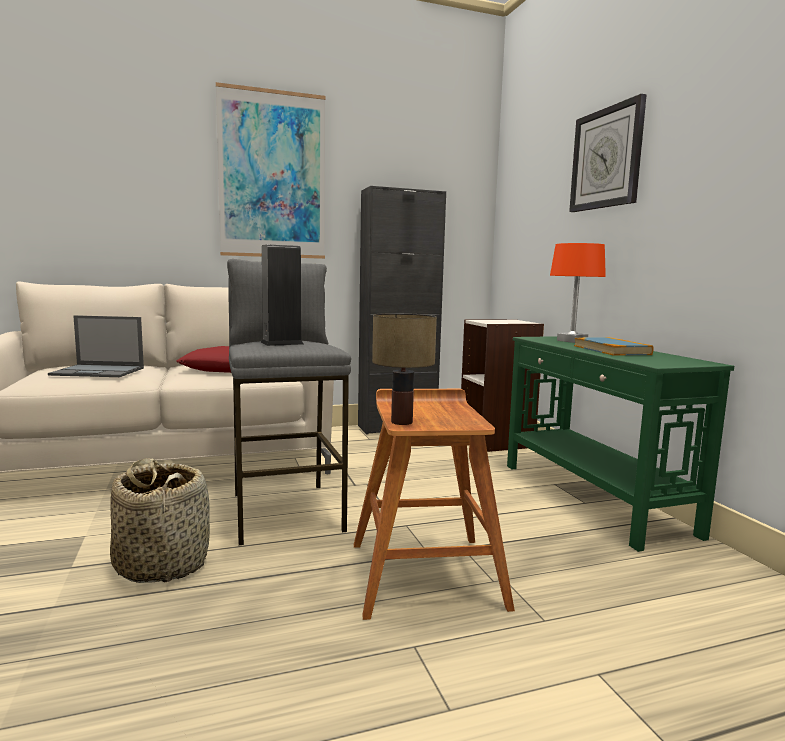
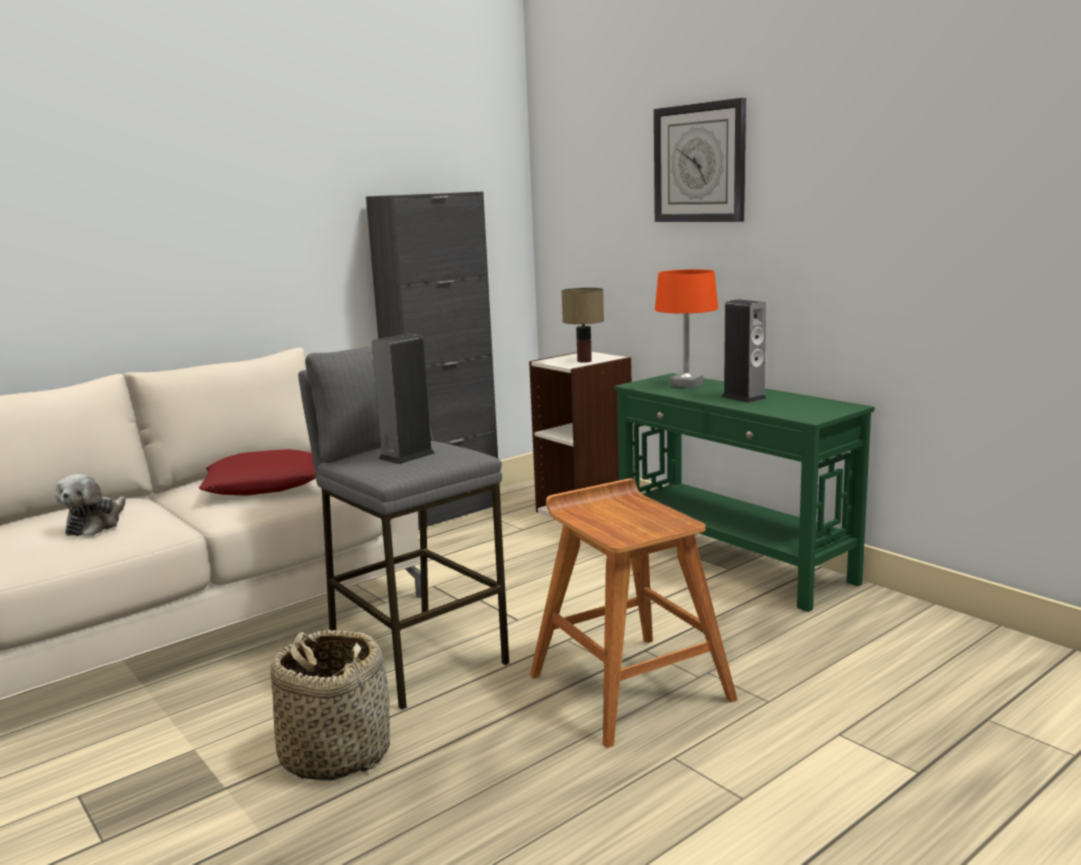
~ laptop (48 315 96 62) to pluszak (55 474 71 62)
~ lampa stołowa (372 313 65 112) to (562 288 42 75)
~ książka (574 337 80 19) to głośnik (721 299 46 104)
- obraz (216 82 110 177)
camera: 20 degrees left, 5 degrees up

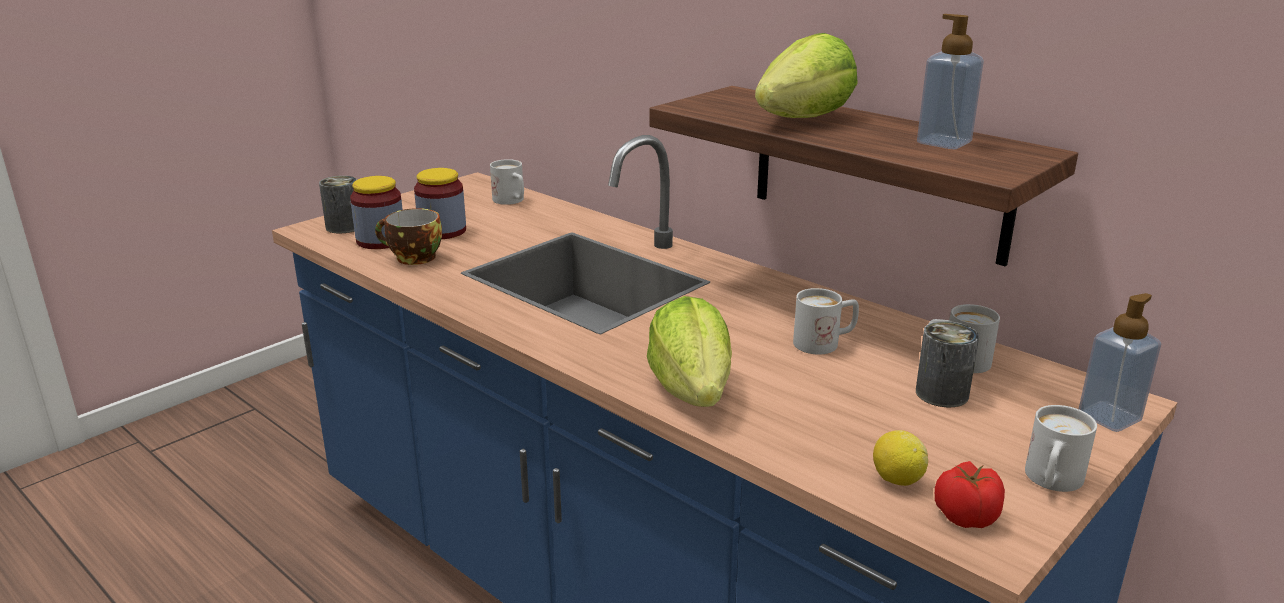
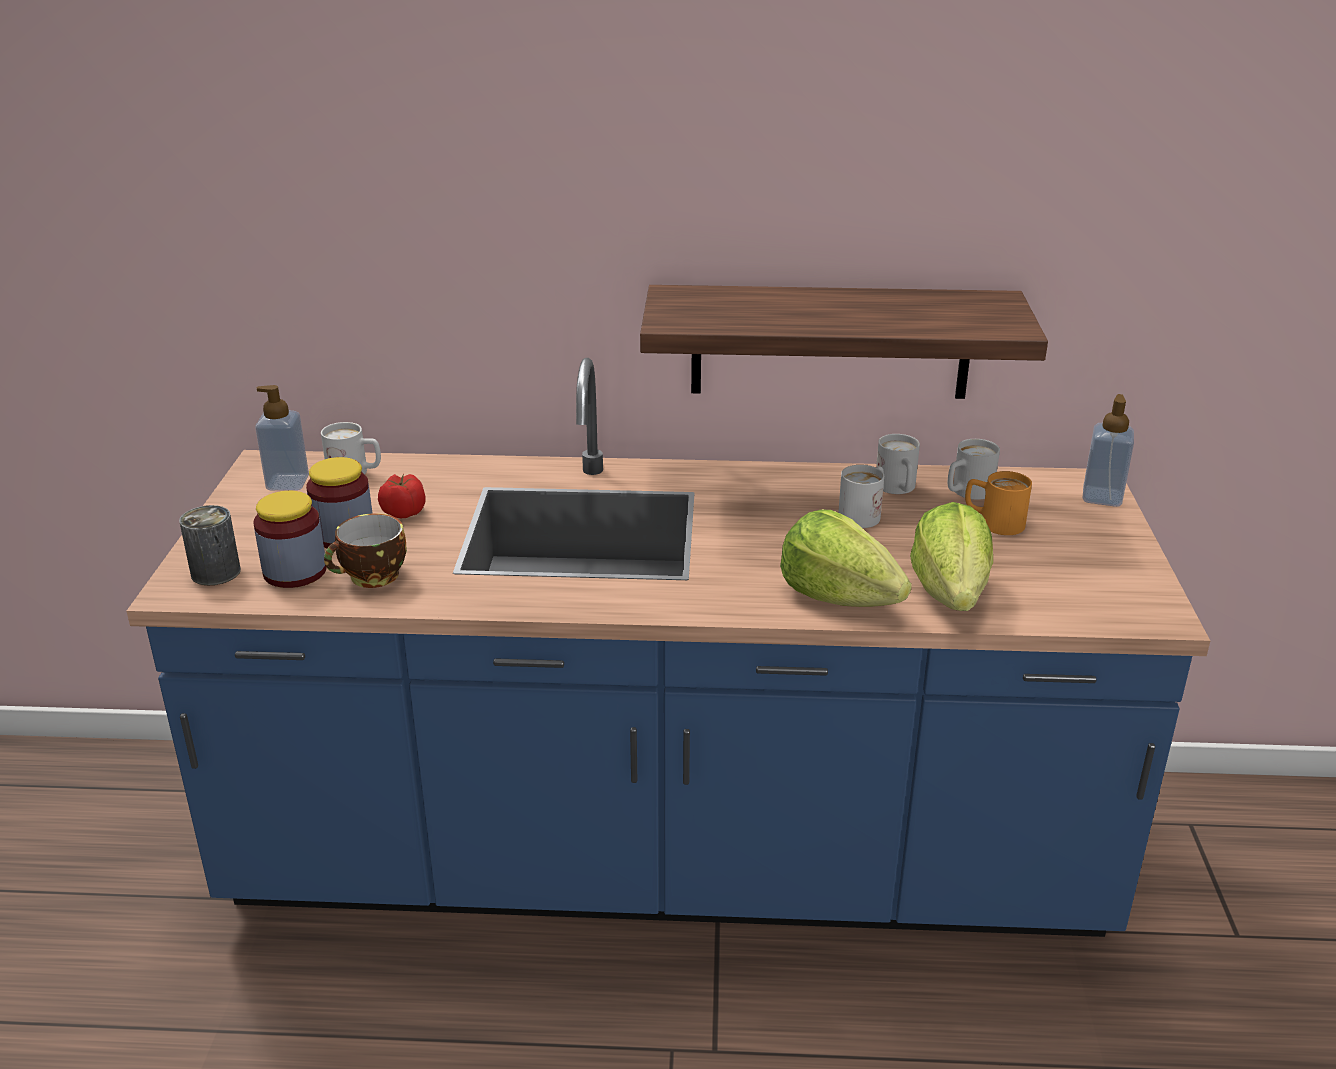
~ dozownik mydła (917 14 67 135) to (255 385 54 105)
~ pomidor (935 461 70 67) to (378 474 47 44)
~ kubek (biały) (1025 405 72 87) to (876 434 44 60)
~ sałata (755 33 103 85) to (910 502 83 109)
~ puszka (916 321 63 86) to kubek (pomarańczowy) (965 471 67 64)
- cytryna (873 430 55 56)
camera: 40 degrees left, 5 degrees up

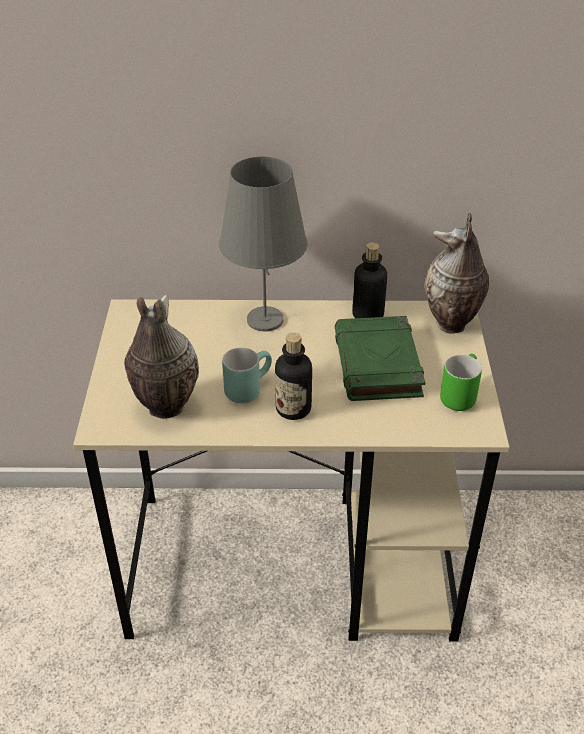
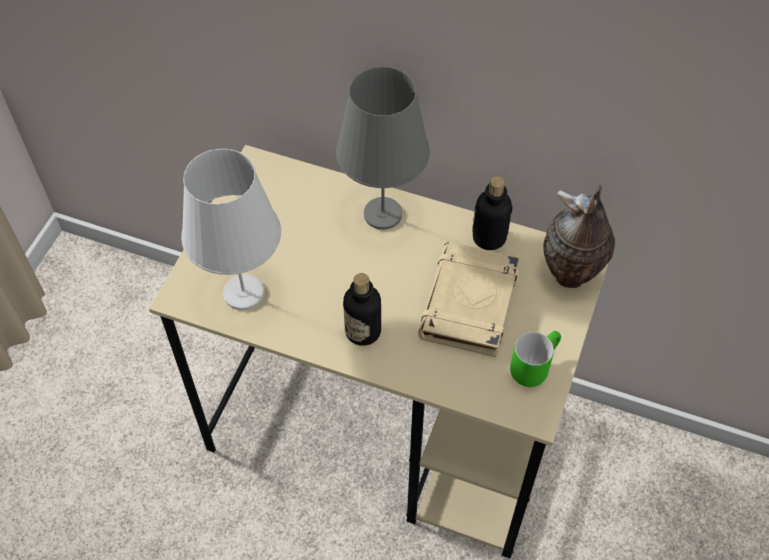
~ wazon (124 295 75 124) to lampa stołowa (biały) (181 149 100 161)
~ książka (zielony) (334 316 91 85) to książka (beżowy) (418 242 102 115)
- kubek (turkusowy) (222 347 50 56)
camera: 20 degrees right, 15 degrees up

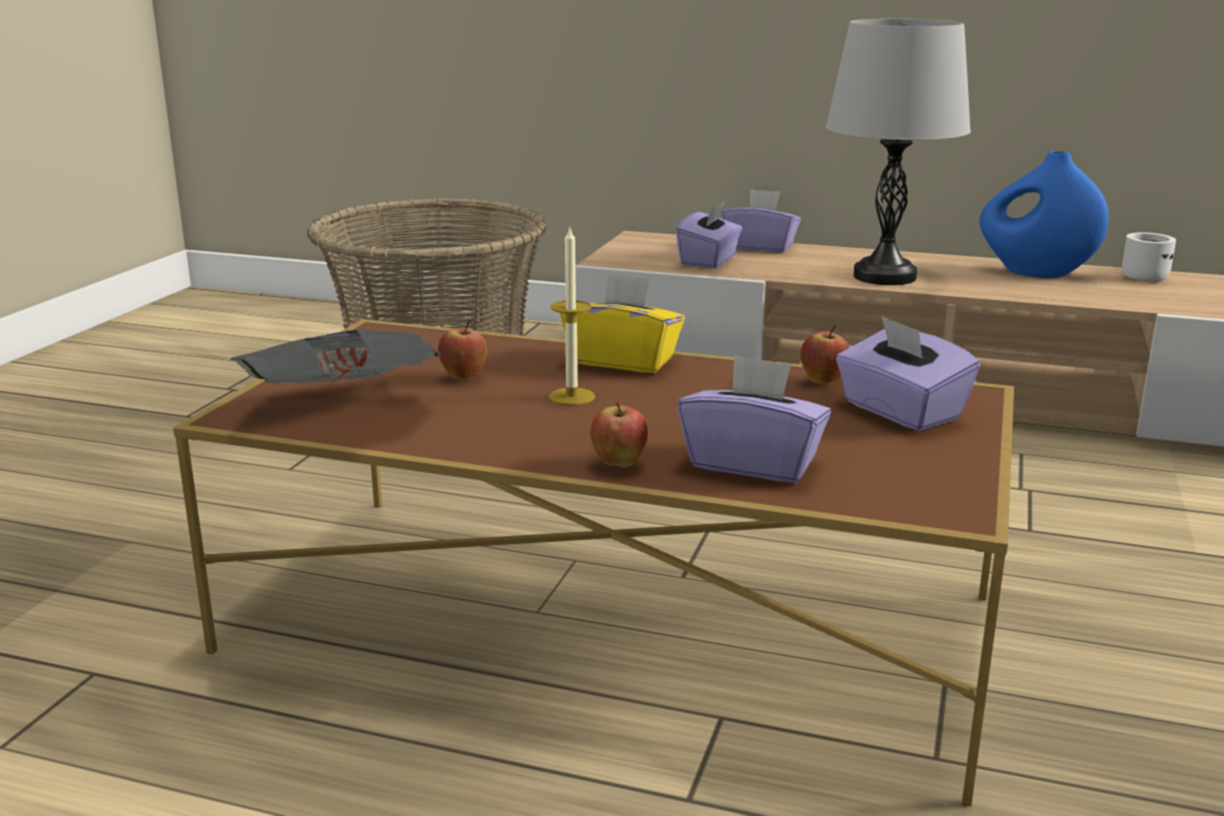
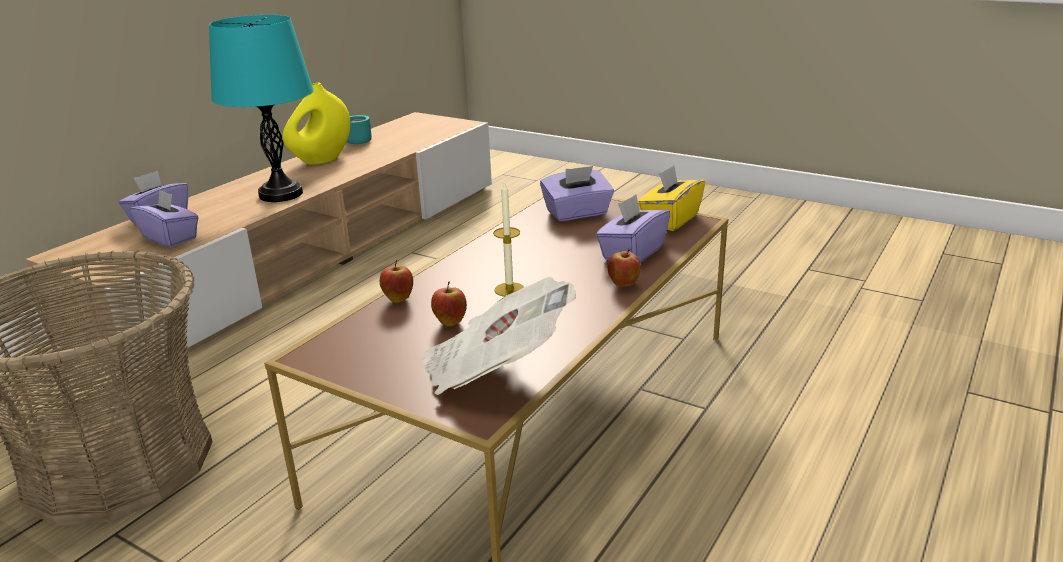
~ lampa stołowa (szary) (826 19 145 266) to lampa stołowa (turkusowy) (209 15 105 187)
~ wazon (niebieski) (980 151 129 127) to wazon (żółty) (282 83 68 82)
~ kubek (biały) (1122 232 54 49) to kubek (turkusowy) (347 115 24 29)
~ jabłko (800 325 50 59) to (380 260 33 43)
~ pudełko chusteczek (żółty) (560 273 125 100) to (638 165 67 66)
camera: 75 degrees left, 5 degrees up

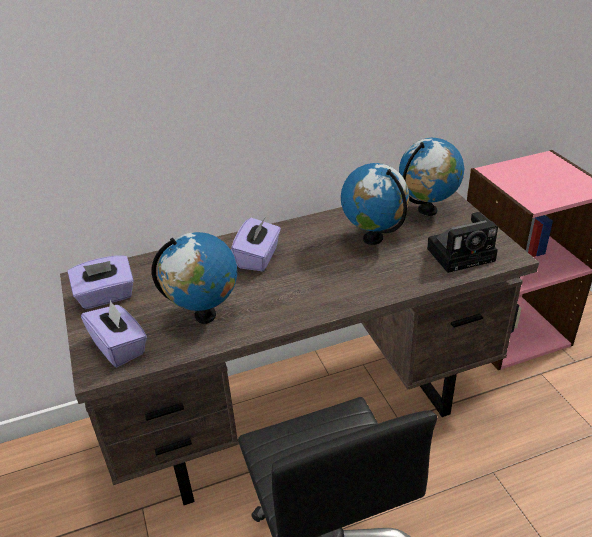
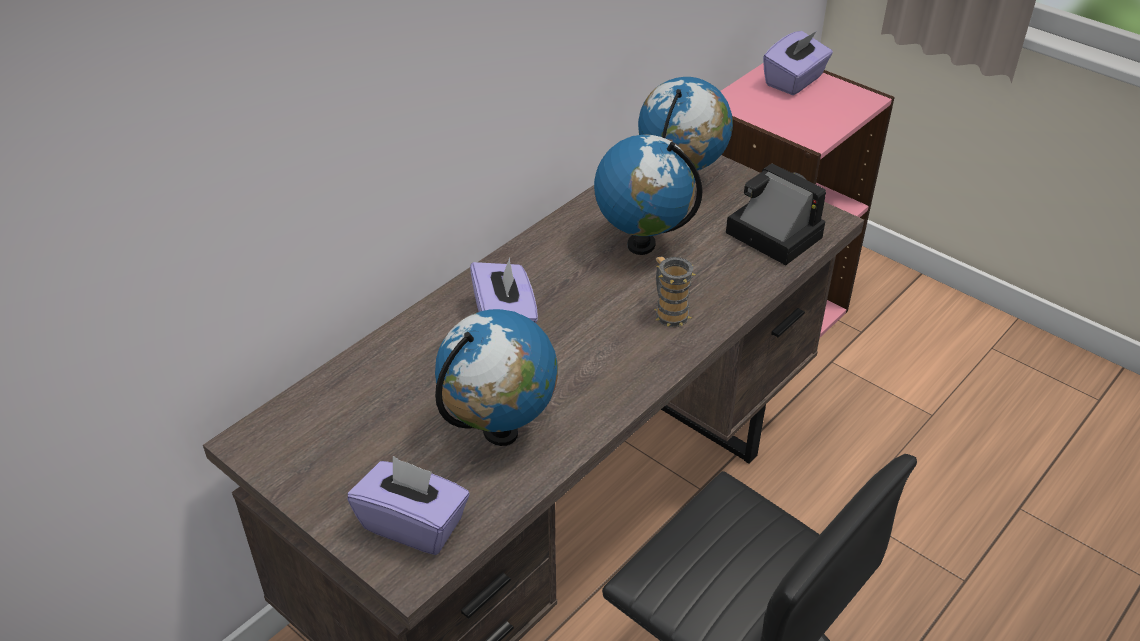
+ kubek (654 257 42 70)
~ aparat fotograficzny (427 212 71 61) = (726 163 100 102) 90 degrees counterclockwise
~ pudełko chusteczek (fioletowy) (67 255 67 54) to (763 31 70 64)
camera: 30 degrees left, 5 degrees up

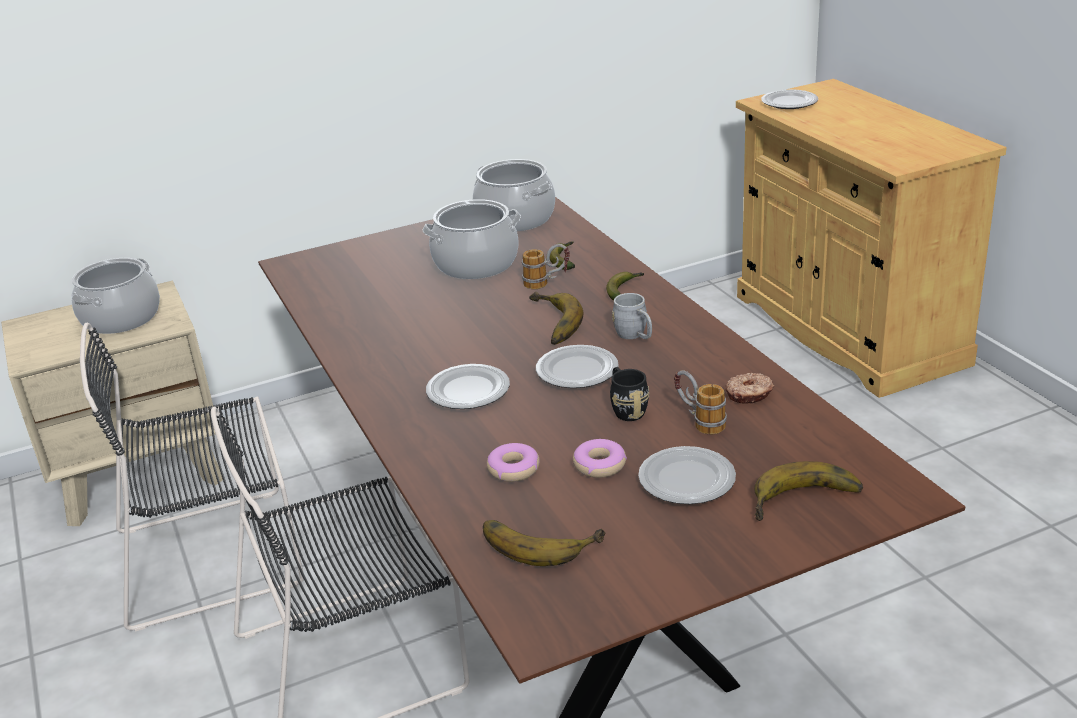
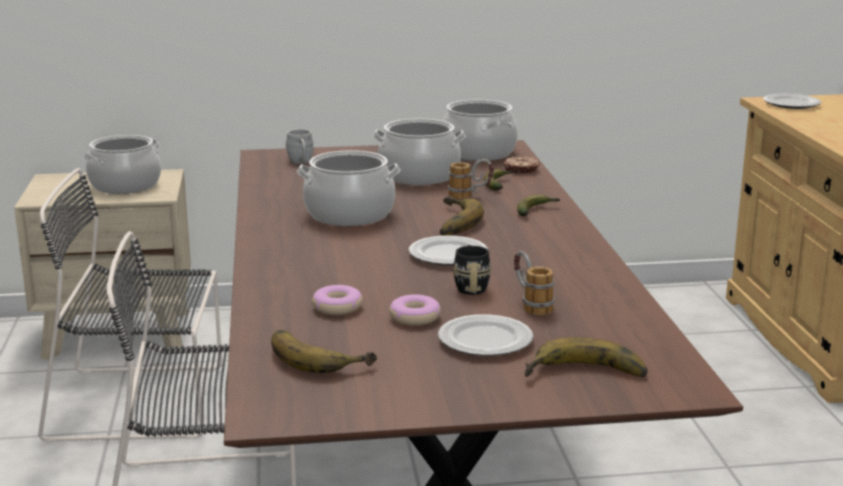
~ kubek (szary) (612 293 40 46) to (286 129 27 35)
+ garnek (297 150 103 76)
~ donut (725 373 49 31) to (504 156 36 17)
- talerz (426 364 84 45)
camera: 15 degrees right, 10 degrees down

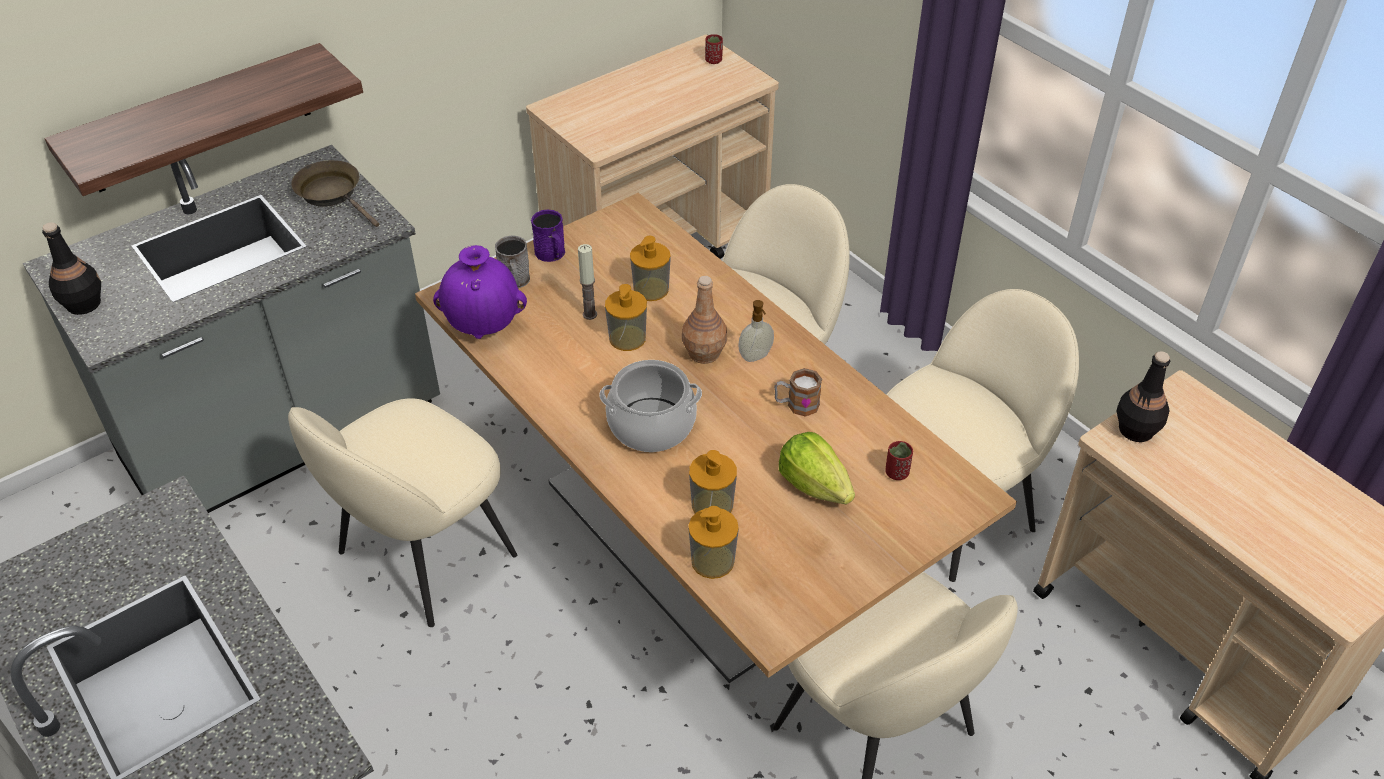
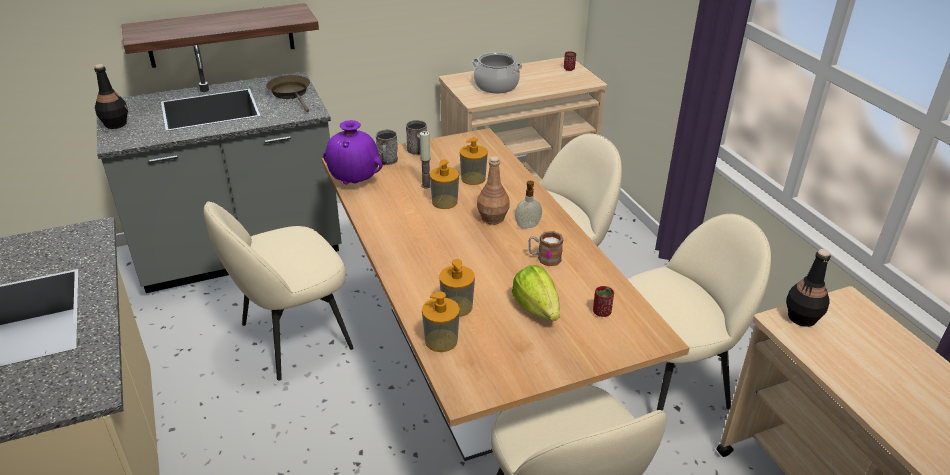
~ kubek (fioletowy) (531 210 34 52) to kubek (szary) (406 120 21 35)
~ garnek (599 360 103 92) to (472 52 51 41)
camera: 15 degrees right, 10 degrees down

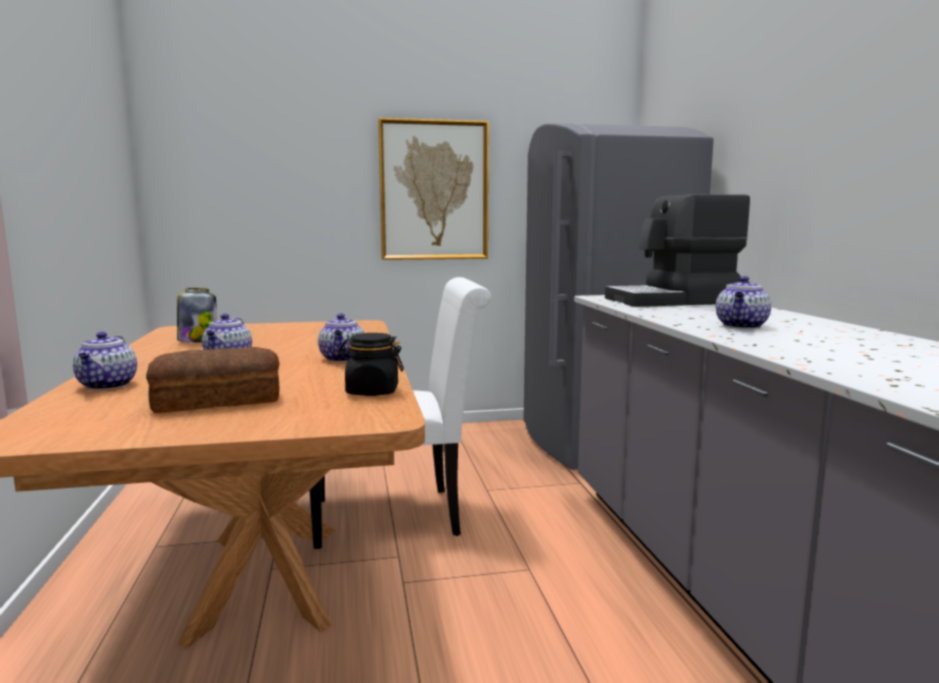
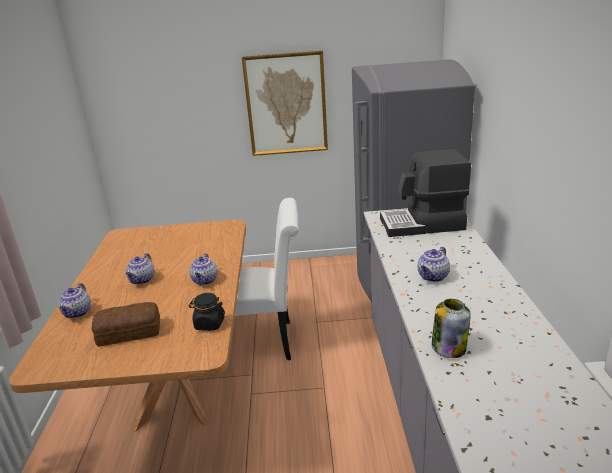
~ słoik (177 288 39 55) to (432 299 39 59)
camera: 10 degrees right, 15 degrees up

